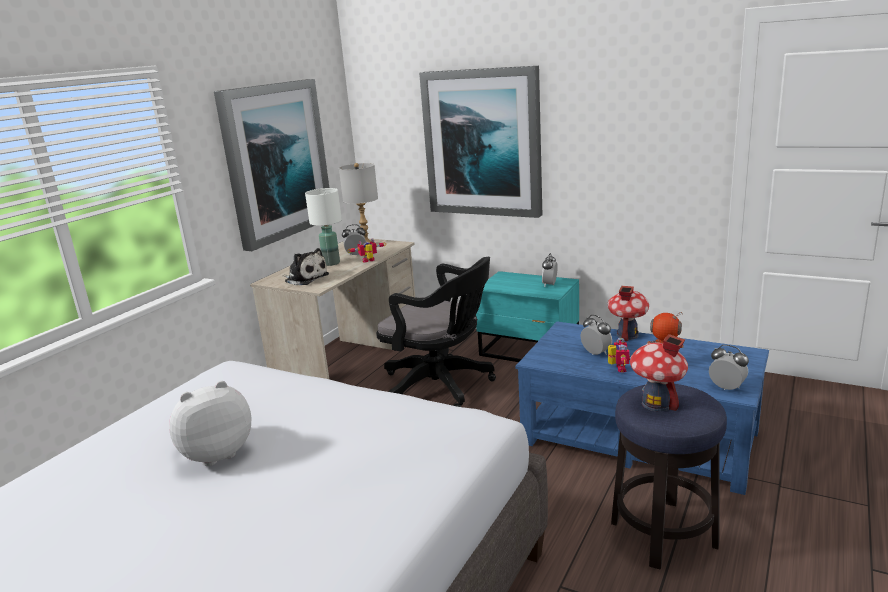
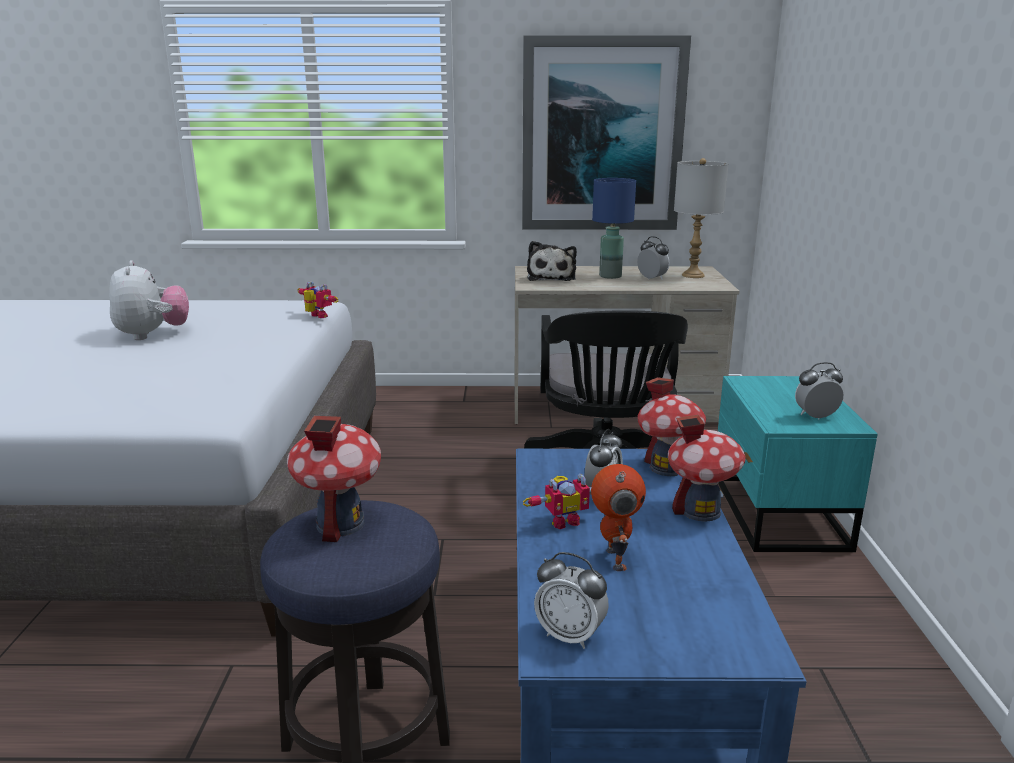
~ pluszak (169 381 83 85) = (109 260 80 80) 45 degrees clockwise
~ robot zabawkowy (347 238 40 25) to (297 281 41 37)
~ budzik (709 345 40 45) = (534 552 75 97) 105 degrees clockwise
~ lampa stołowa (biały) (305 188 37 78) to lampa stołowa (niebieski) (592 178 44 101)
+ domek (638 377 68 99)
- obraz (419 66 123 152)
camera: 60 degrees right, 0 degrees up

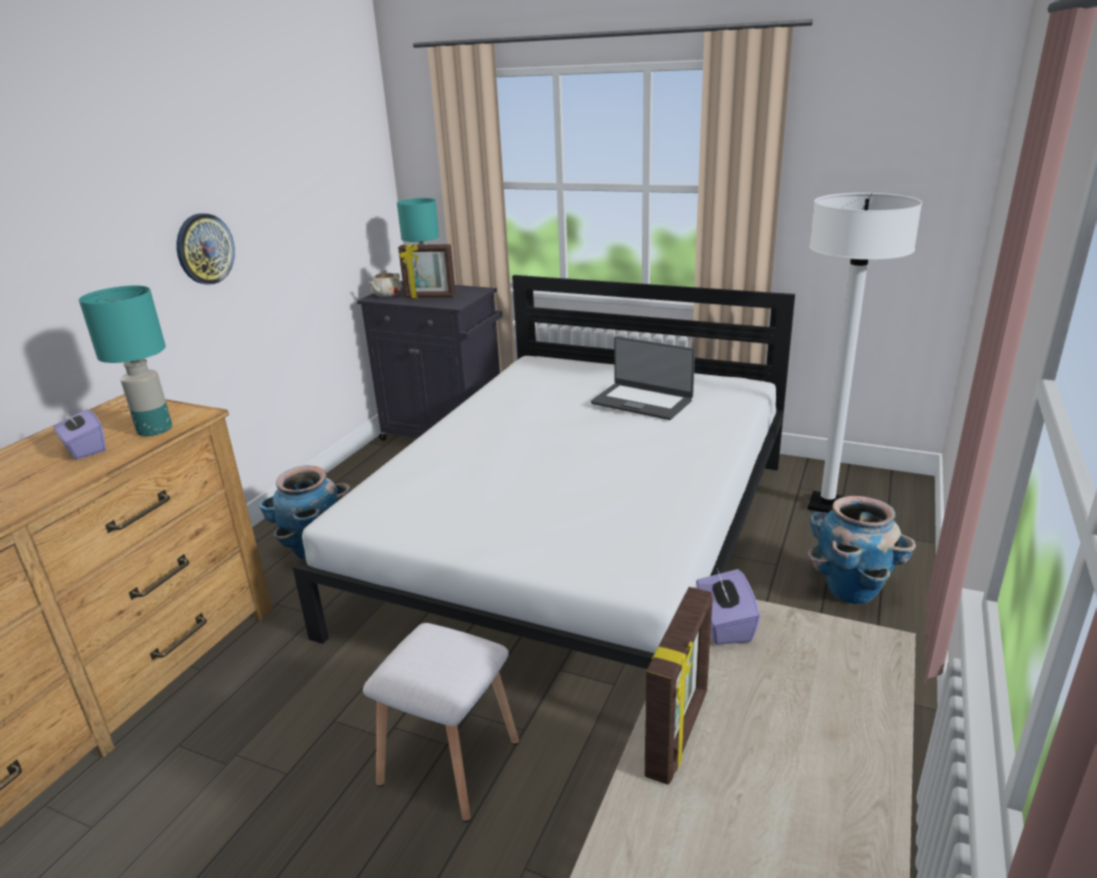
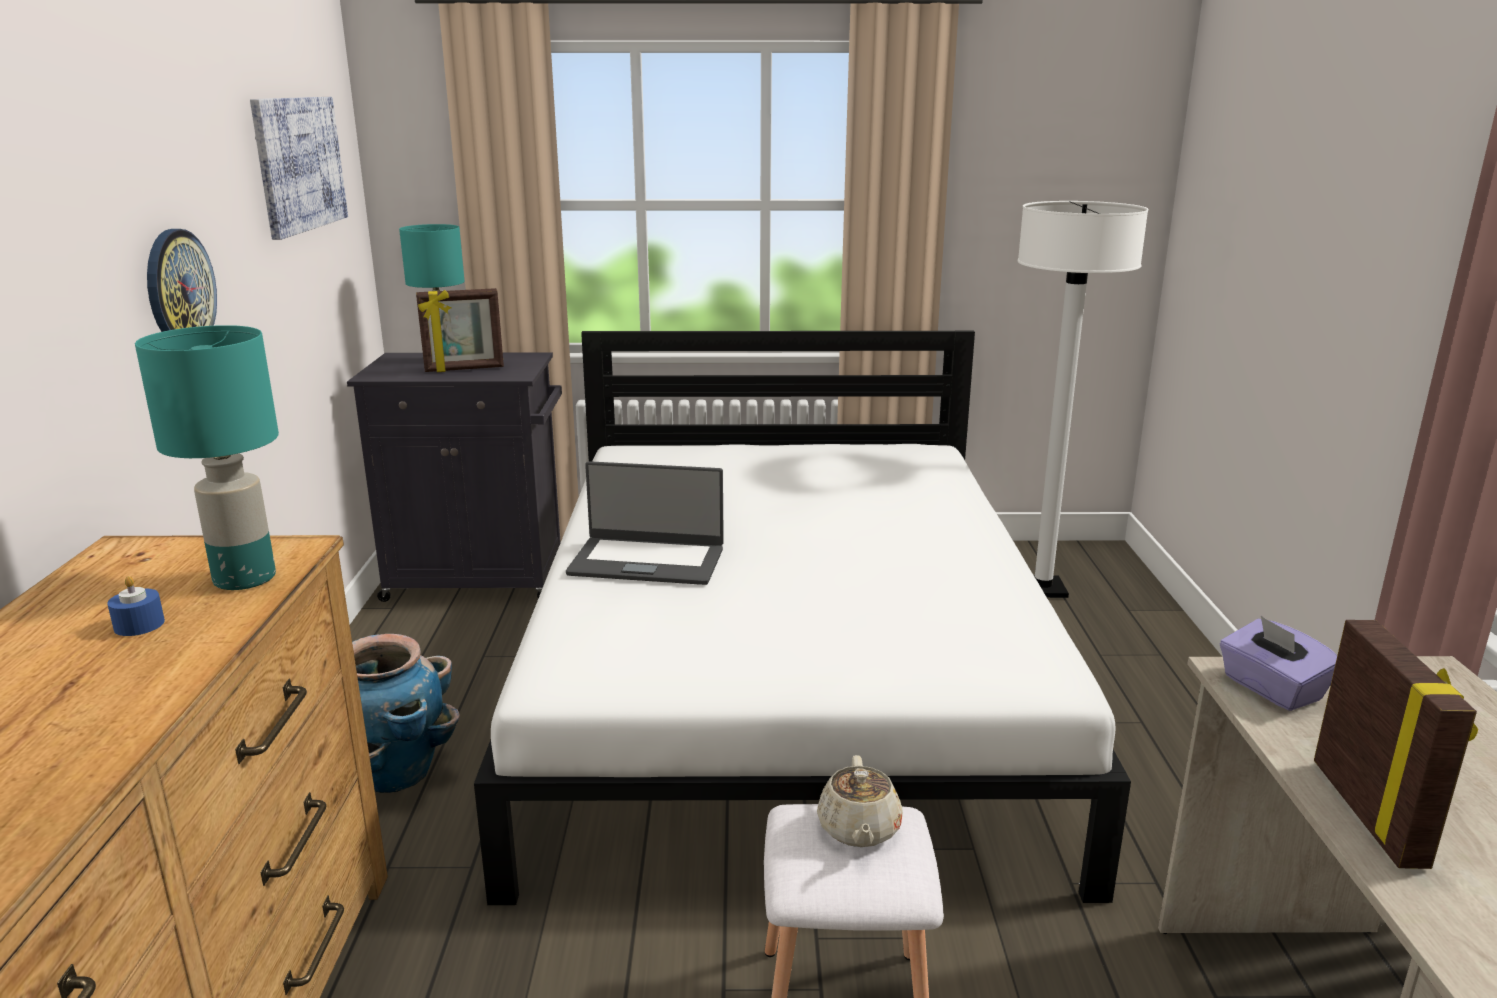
~ pudełko chusteczek (fioletowy) (53 408 53 52) to świeca (niebieski) (107 576 58 60)
+ obraz (250 97 98 143)
~ laptop (591 336 104 84) to (566 461 158 124)
~ imbryk (beżowy) (368 270 34 27) to (817 755 86 92)
- donica (807 496 109 108)
camera: 25 degrees left, 5 degrees down

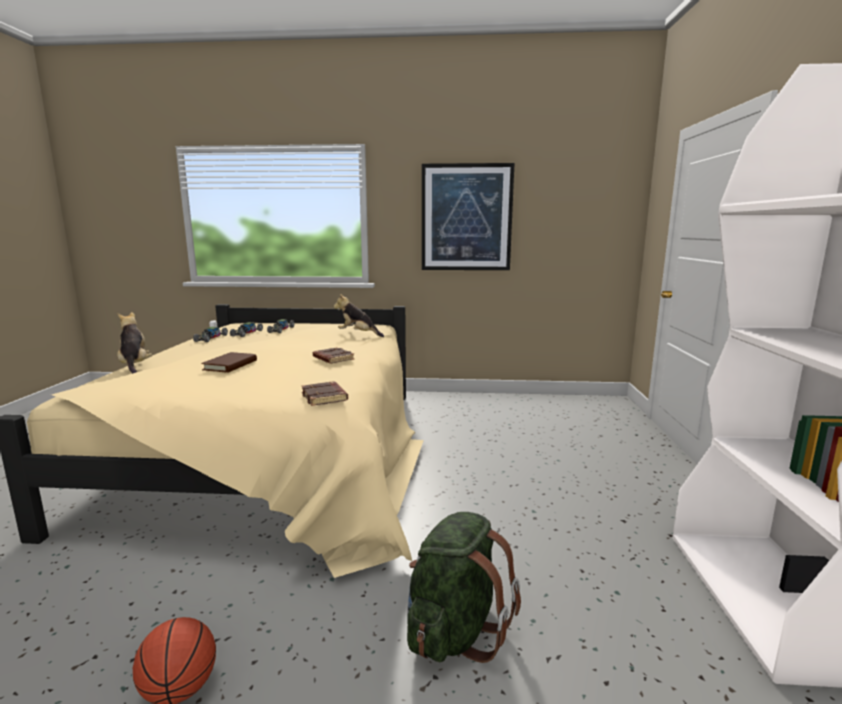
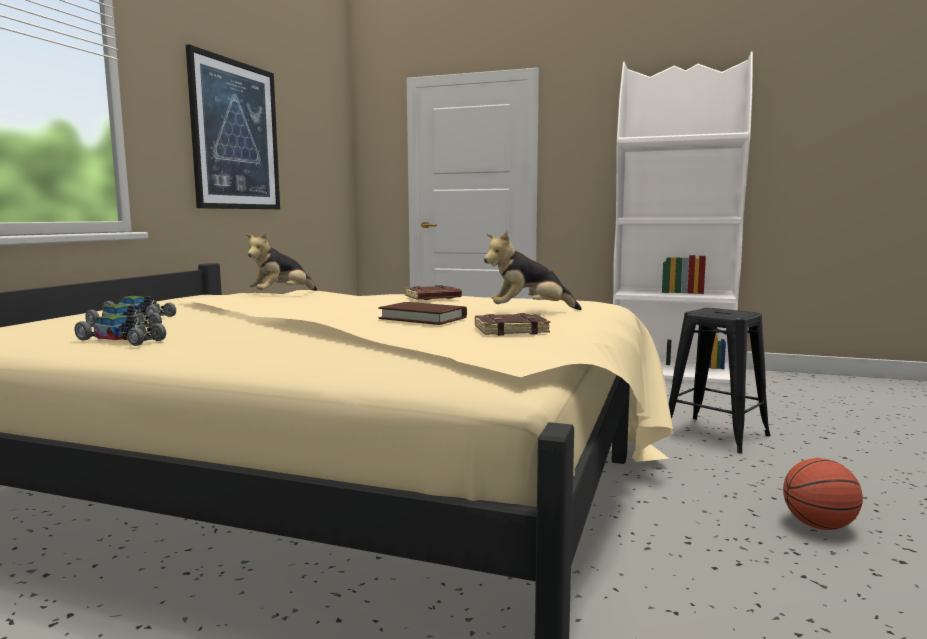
~ książka (brązowy) (301 381 47 25) to (475 313 75 23)
~ pluszak (117 312 36 62) to (484 231 98 79)
~ plecak (zielony) (407 512 114 151) to stołek (czarny) (669 308 102 146)
camera: 75 degrees left, 5 degrees down

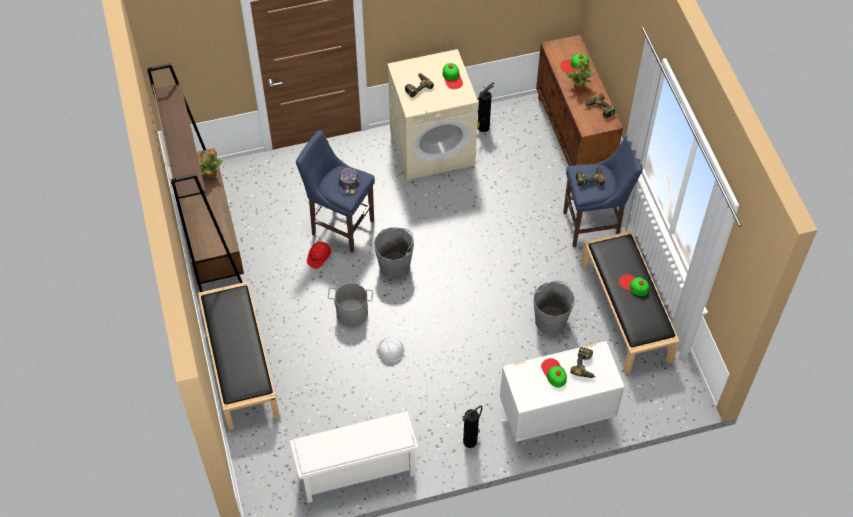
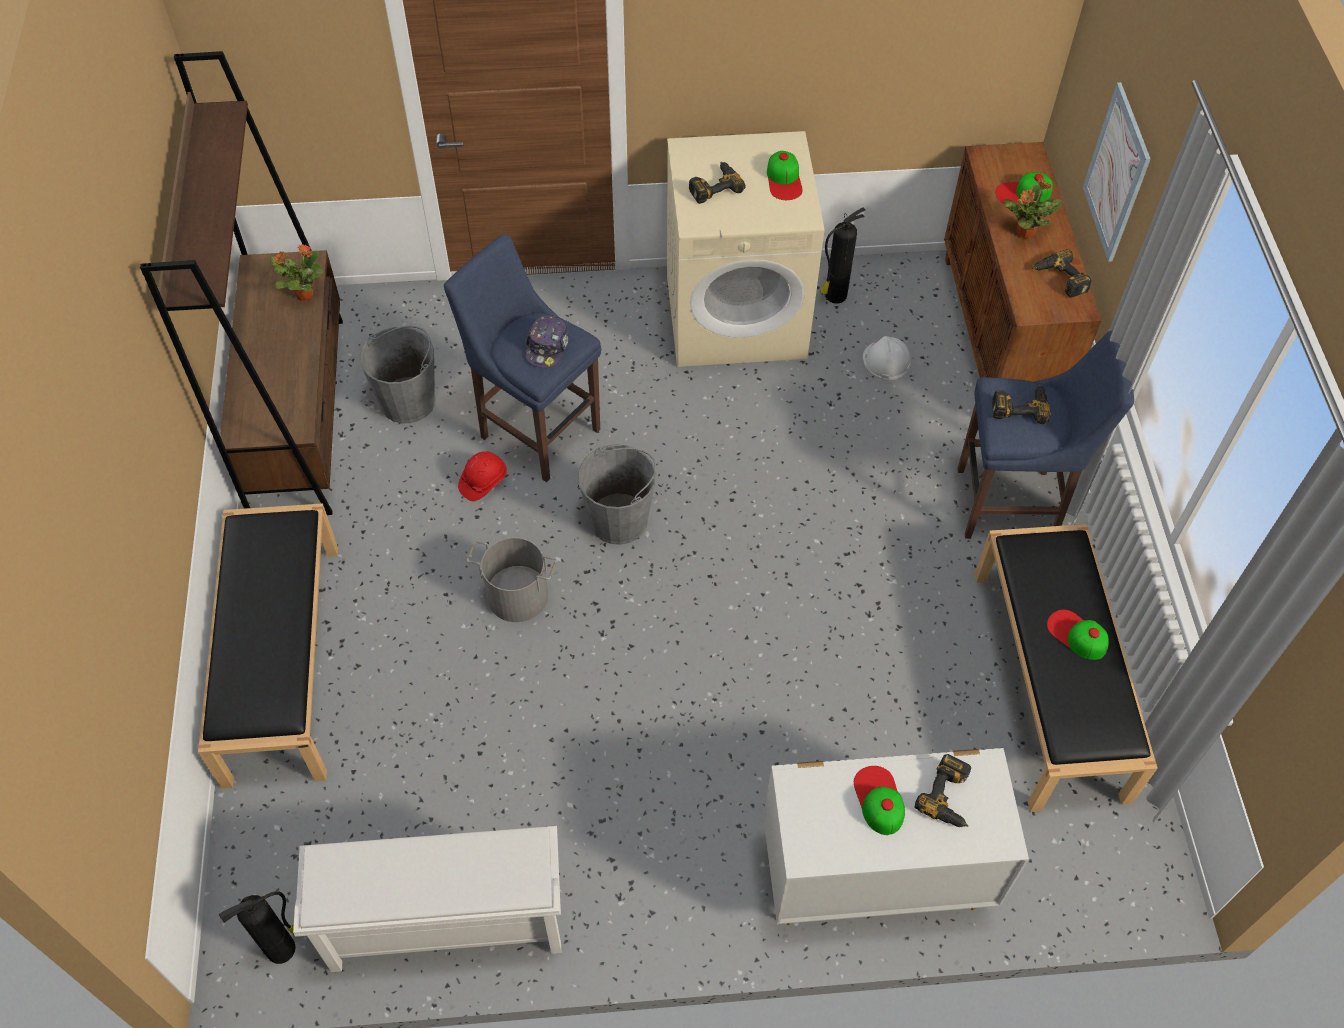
~ gaśnica (463 406 19 42) to (219 891 77 73)
~ wiadro (szary) (533 281 42 53) to (360 326 76 97)
~ kask (biały) (376 337 28 26) to (863 336 48 44)
+ obraz (1083 82 68 180)
camera: 10 degrees right, 0 degrees up

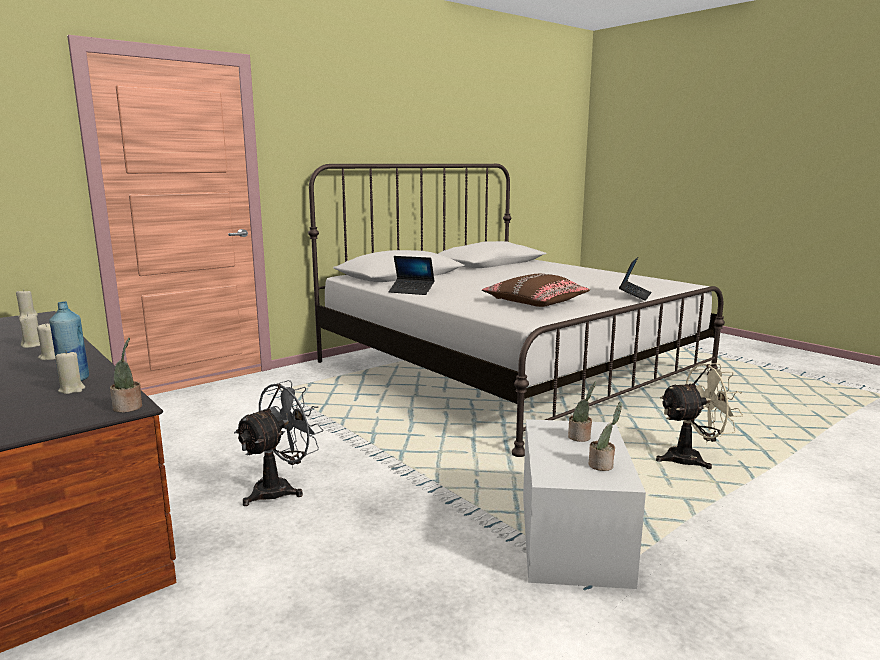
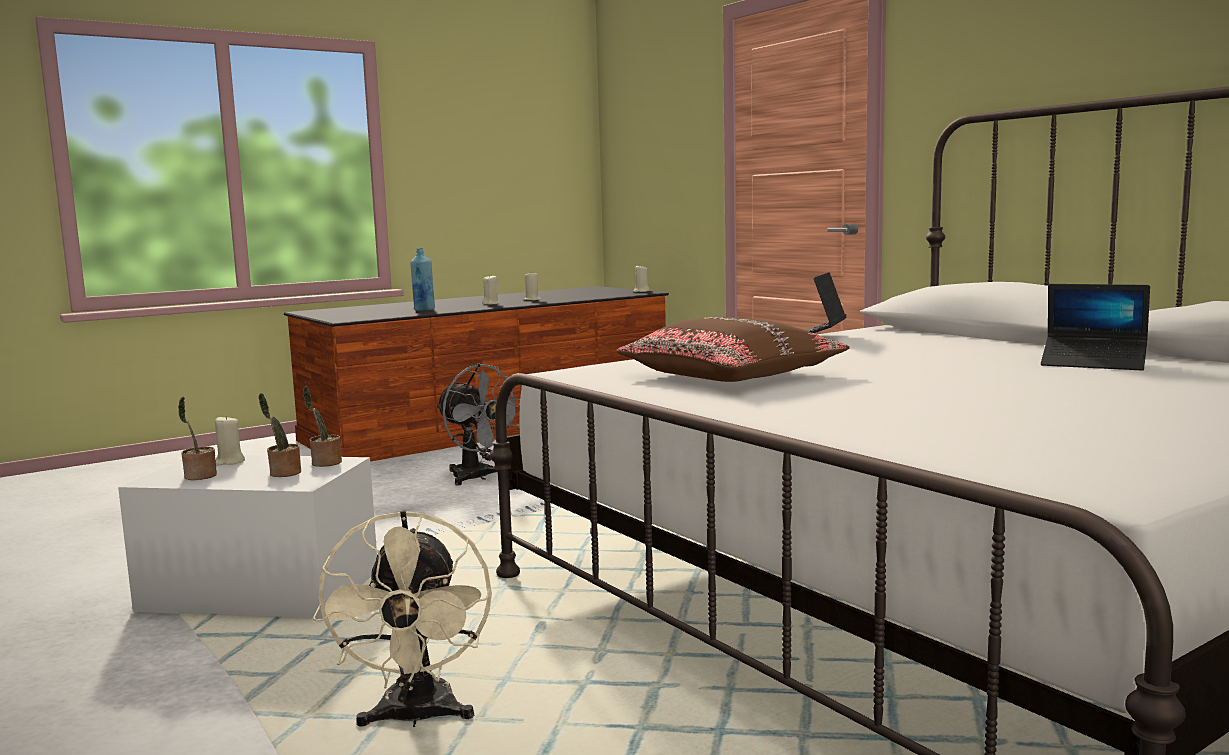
~ świeca (beżowy) (55 350 30 44) to (215 415 30 51)
~ roślina doniczkowa (110 338 32 75) to (303 386 39 81)
~ laptop (619 257 33 43) to (1041 284 109 86)
camera: 95 degrees right, 5 degrees down

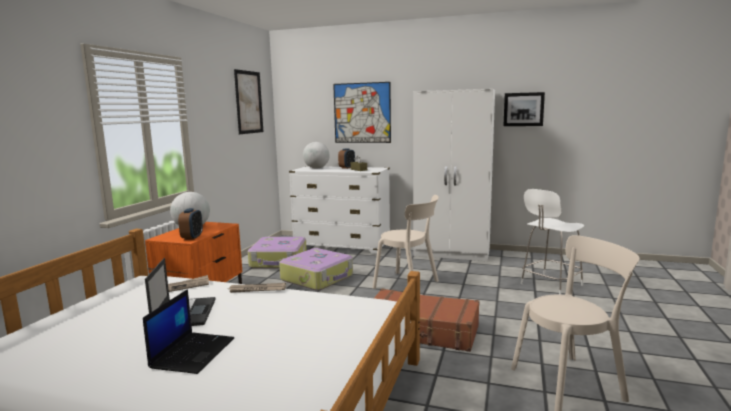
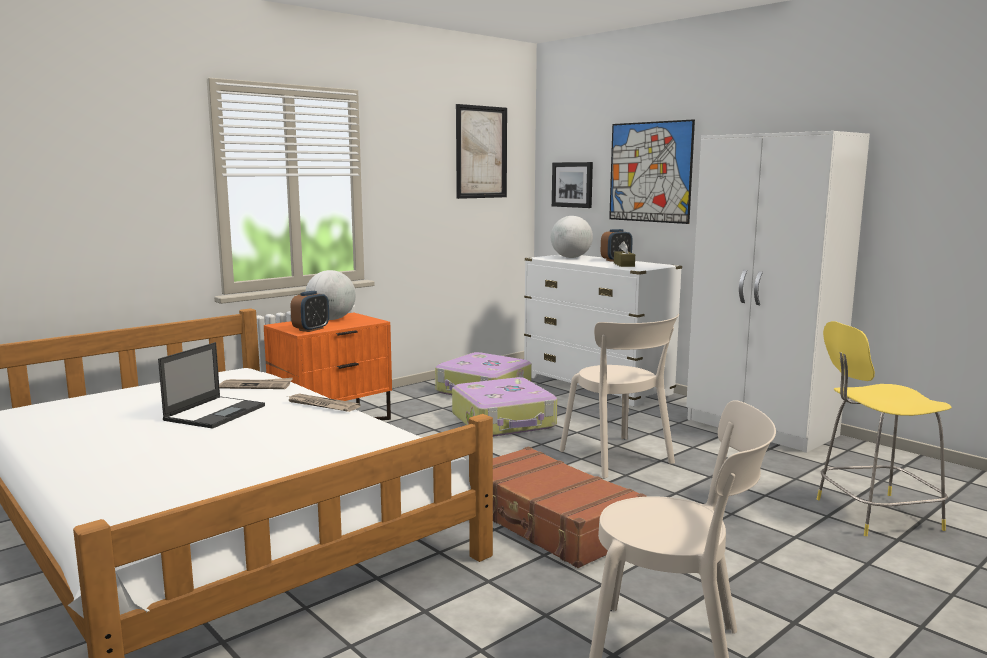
~ obraz (503 92 42 34) to (552 162 41 46)
~ stołek (biały) (521 189 63 106) to stołek (żółty) (817 321 135 215)
- laptop (143 289 91 85)
camera: 30 degrees right, 0 degrees up

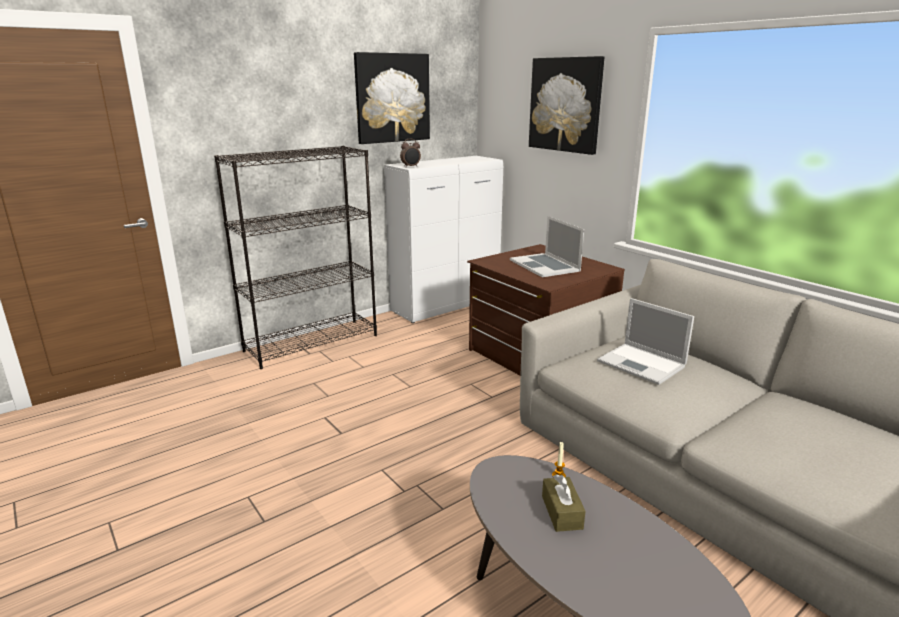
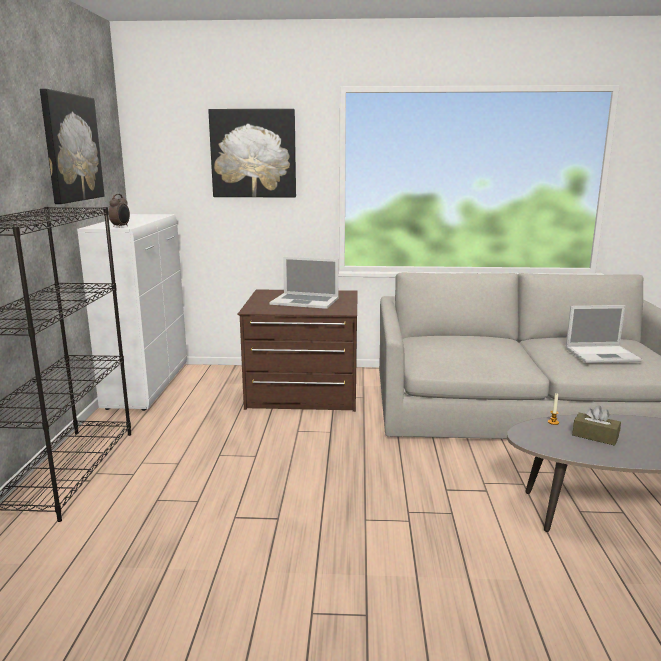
~ laptop (597 298 97 87) to (566 305 77 58)
camera: 50 degrees left, 5 degrees down

